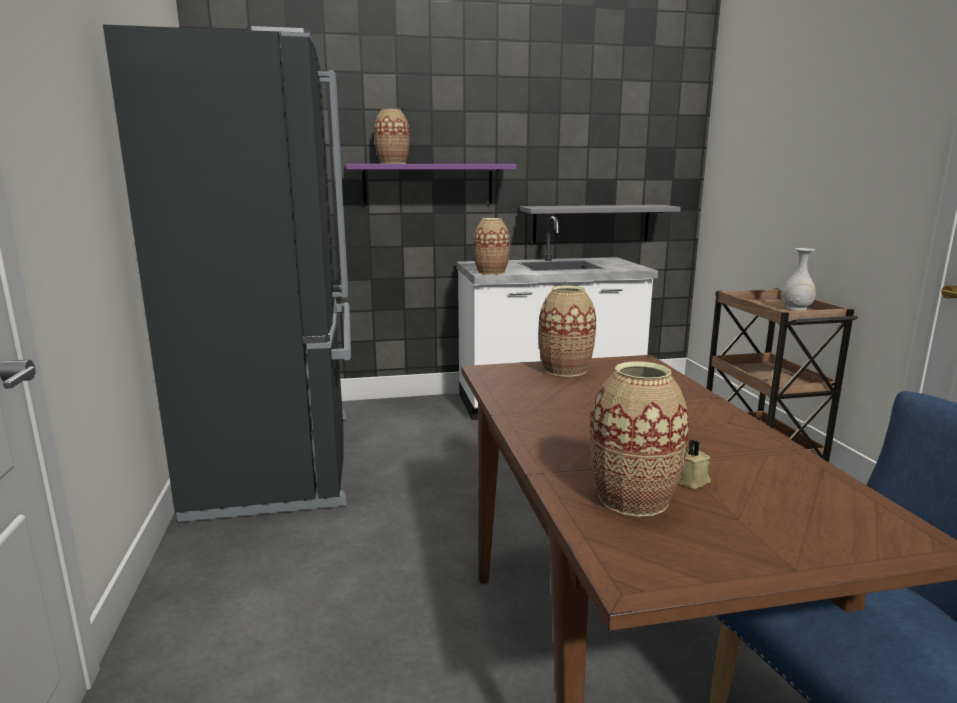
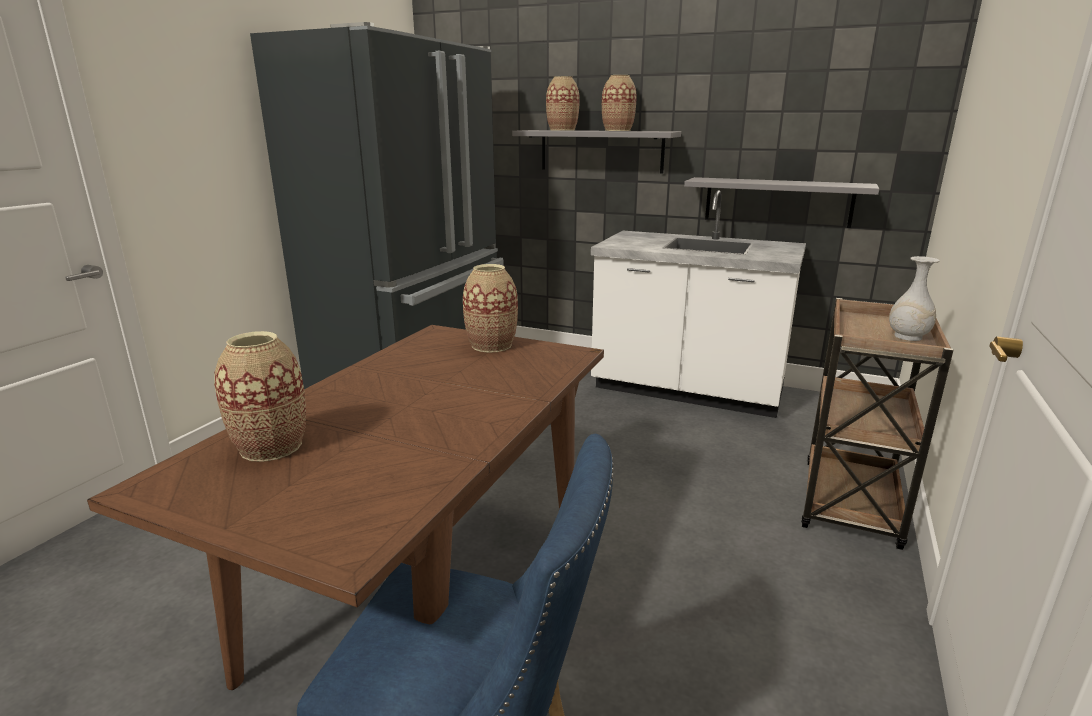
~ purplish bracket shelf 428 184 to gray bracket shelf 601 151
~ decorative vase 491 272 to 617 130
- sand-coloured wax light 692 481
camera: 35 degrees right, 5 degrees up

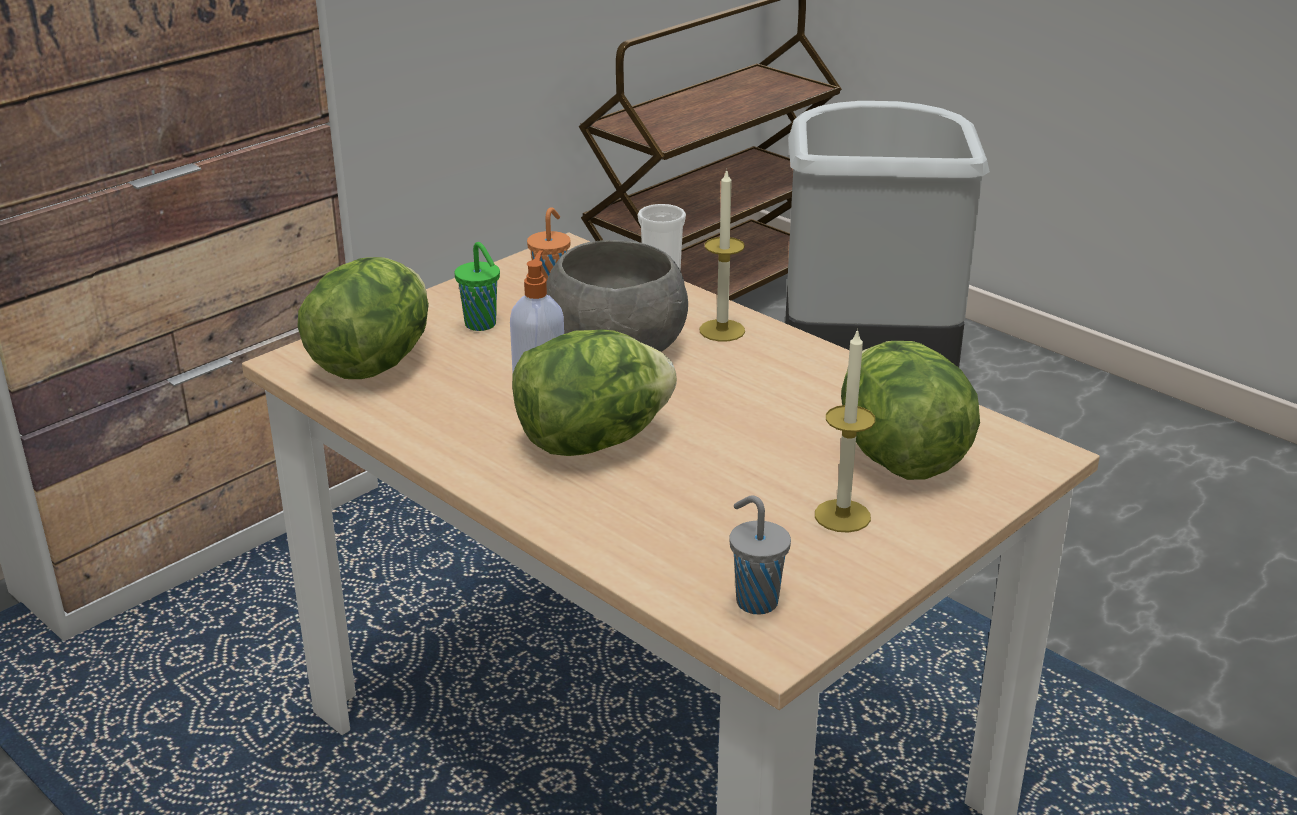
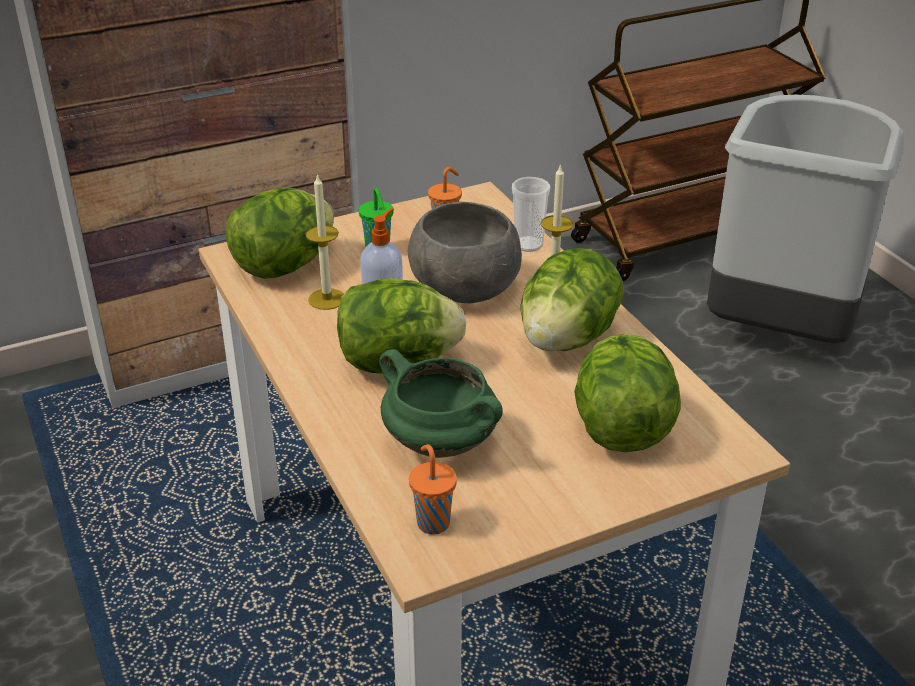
~ wax light 842 516 to 327 299
+ green-coloured cooking pot 443 443
~ gray drinking cup 754 601 to orange drinking cup 432 522
+ lettuce 567 339
camera: 20 degrees right, 5 degrees up

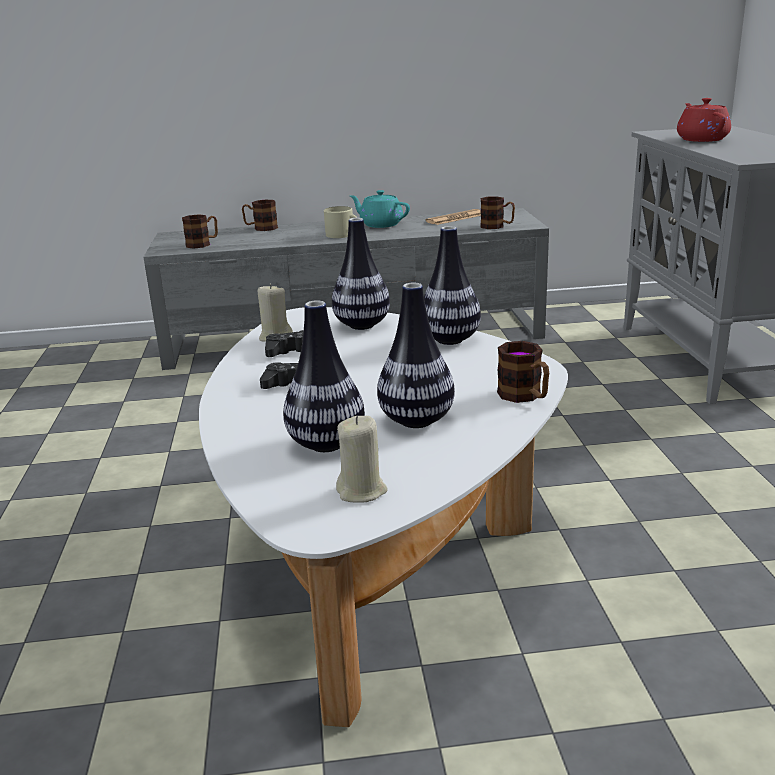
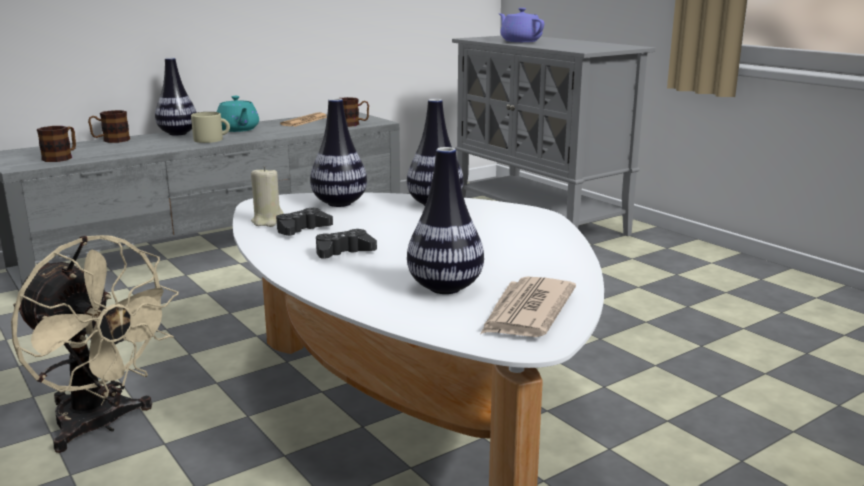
+ sand-coloured fan 101 425
~ decorative vase 416 421 to 178 133
~ turquoise-coloured teapot 380 224 = 238 129 120 degrees counterclockwise
~ sand-coloured wax light 362 491 to newspaper 526 312
~ reddish teapot 701 139 to purplish teapot 520 41
- coffee mug 525 397
camera: 30 degrees left, 5 degrees down

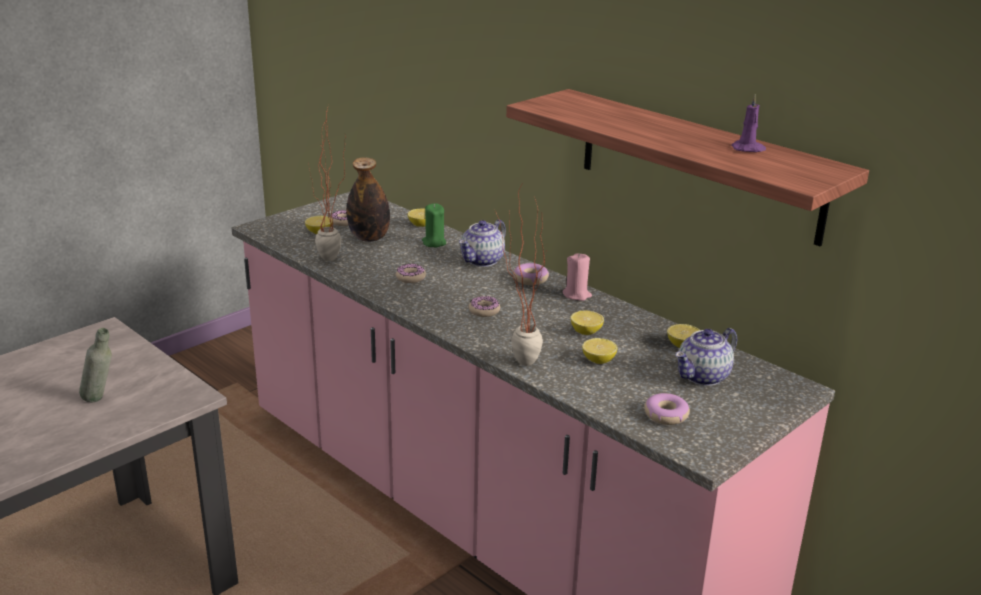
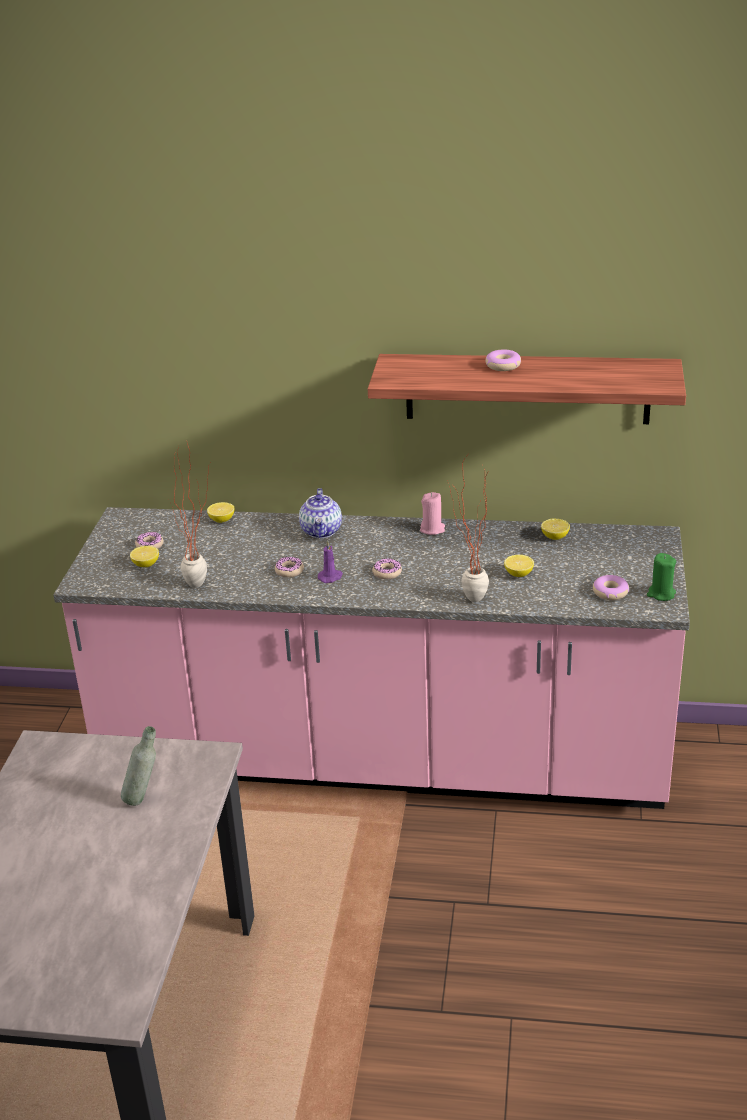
~ purplish wax light 748 149 to 331 577
~ doughnut 530 279 to 503 365
~ green-coloured wax light 434 243 to 661 594
- drink bottle 369 238
- lemon 586 332
- teapot 703 377
camera: 35 degrees left, 5 degrees up

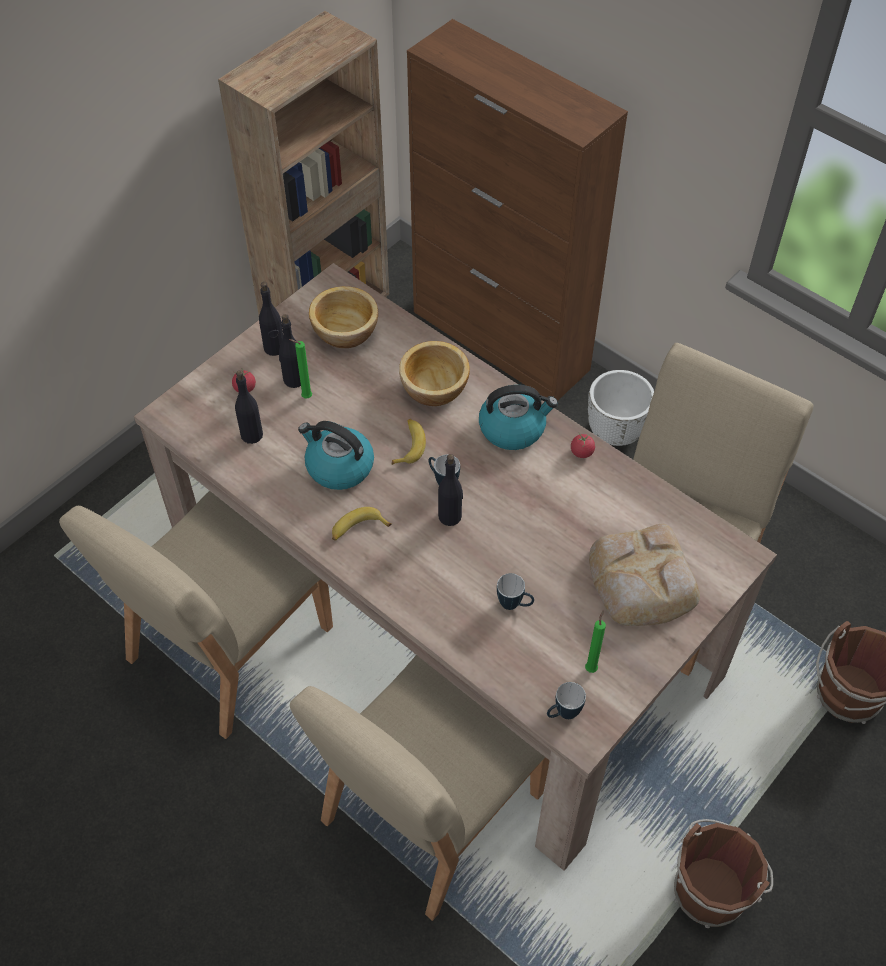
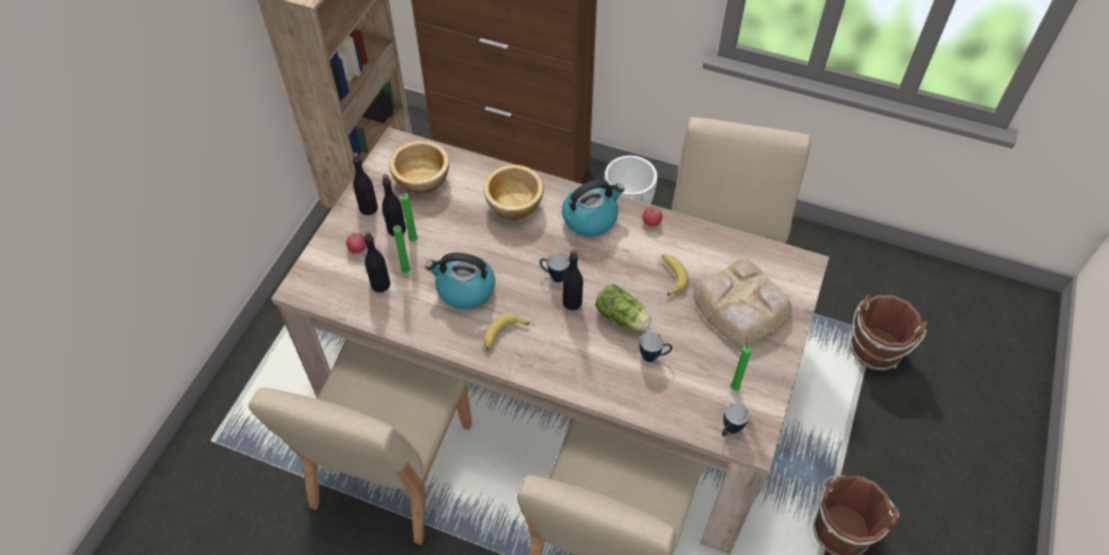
+ green-coloured wax light 407 273
+ lettuce 623 318
~ whole banana 409 445 to 671 276
camera: 20 degrees left, 0 degrees up

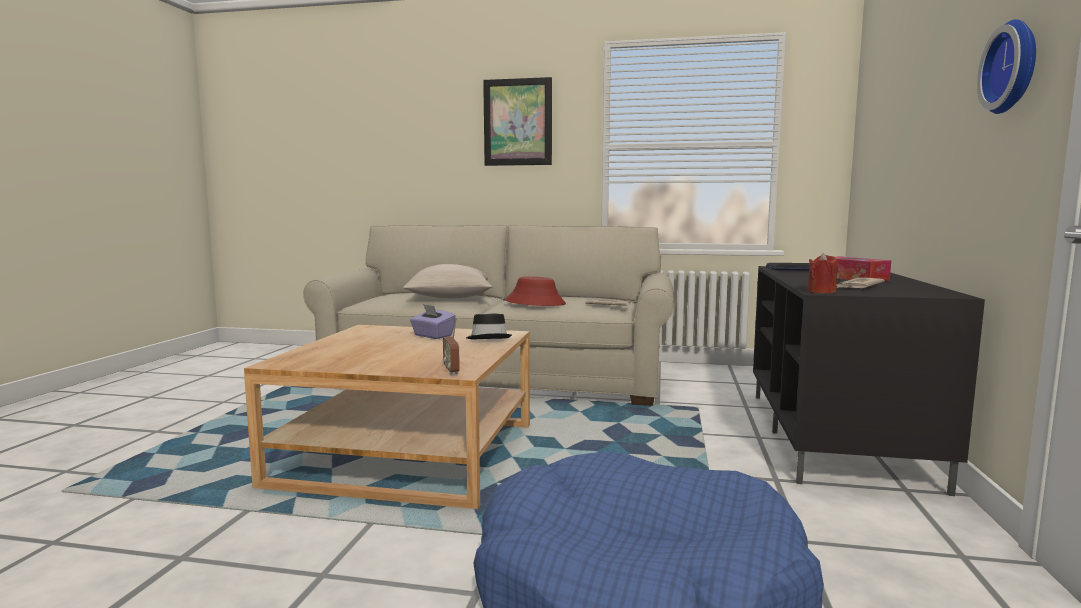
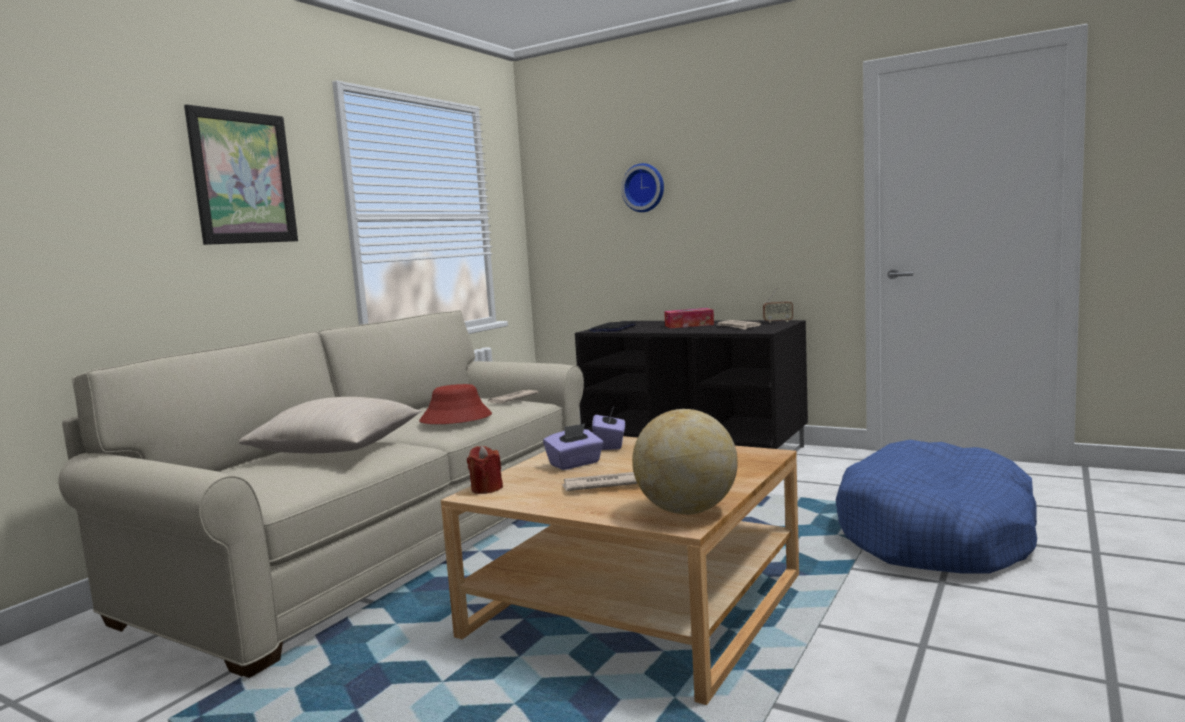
~ reddish wax light 821 292 to 486 489
+ newspaper 600 485
~ blackish clothing hat 488 338 to purplish tissue holder 610 445
~ hanging clock 1015 67 to 644 188
+ world globe 686 511
~ radio set 451 370 to 778 322
camera: 70 degrees left, 0 degrees up

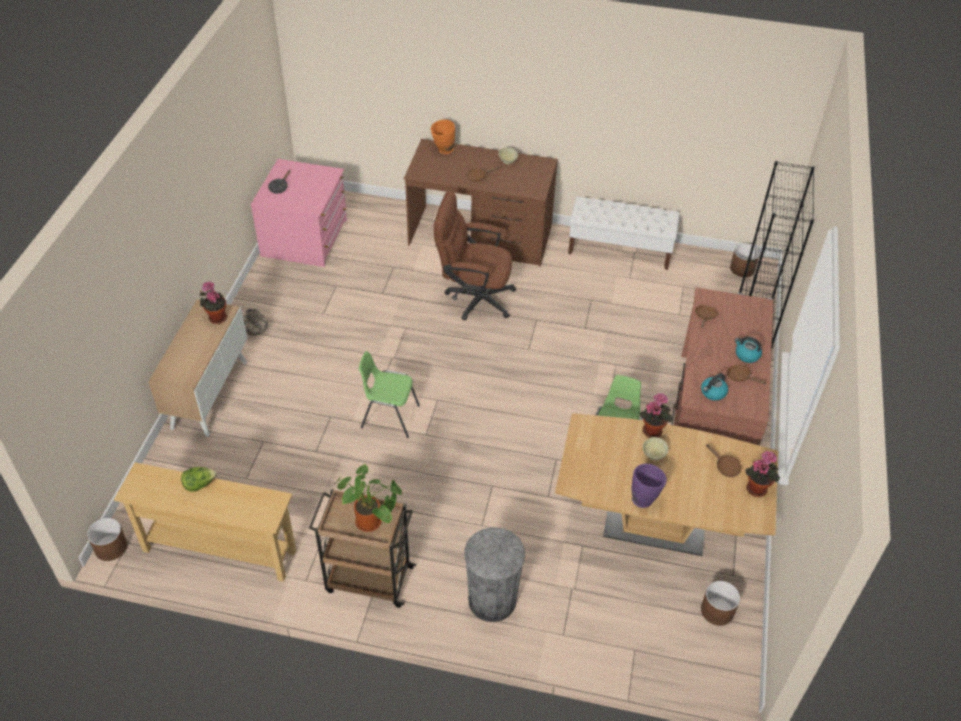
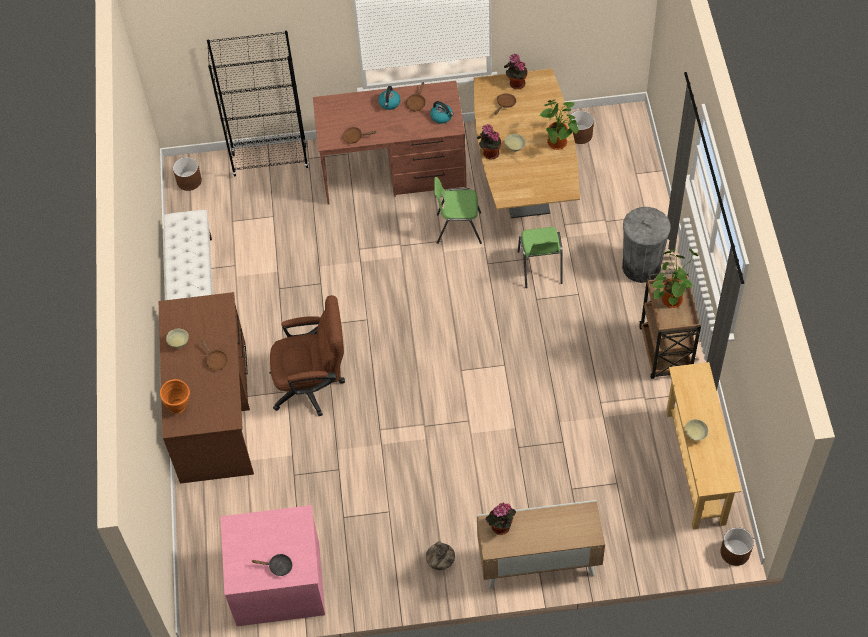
~ brown desk chair 473 297 = 313 386 90 degrees counterclockwise
~ green-coloured chair 389 417 to 540 268
~ purplish decorative vase 644 498 to houseplant 558 144
~ lettuce 199 485 to sand-coloured serving bowl 695 435
camera: 105 degrees left, 10 degrees up

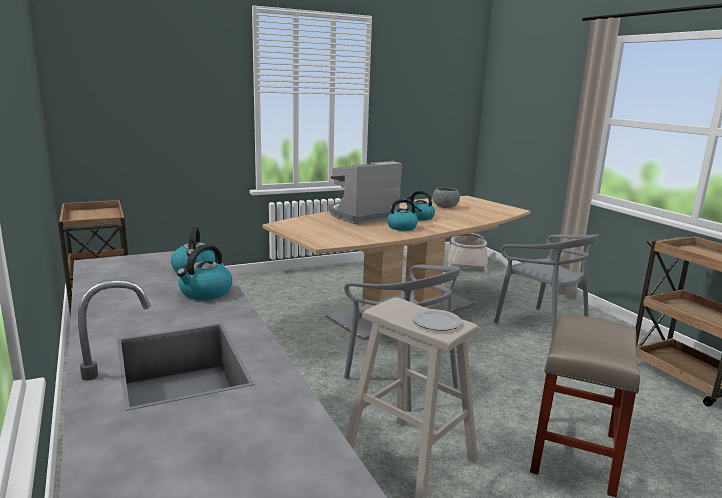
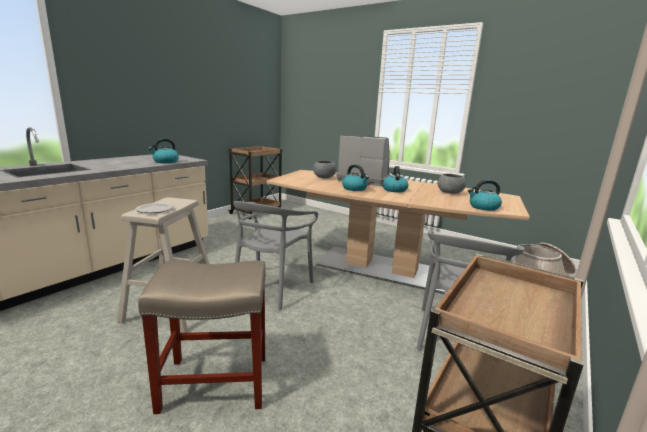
+ gray serving bowl 324 177
~ water kettle 205 293 to 483 207
camera: 60 degrees right, 0 degrees up

